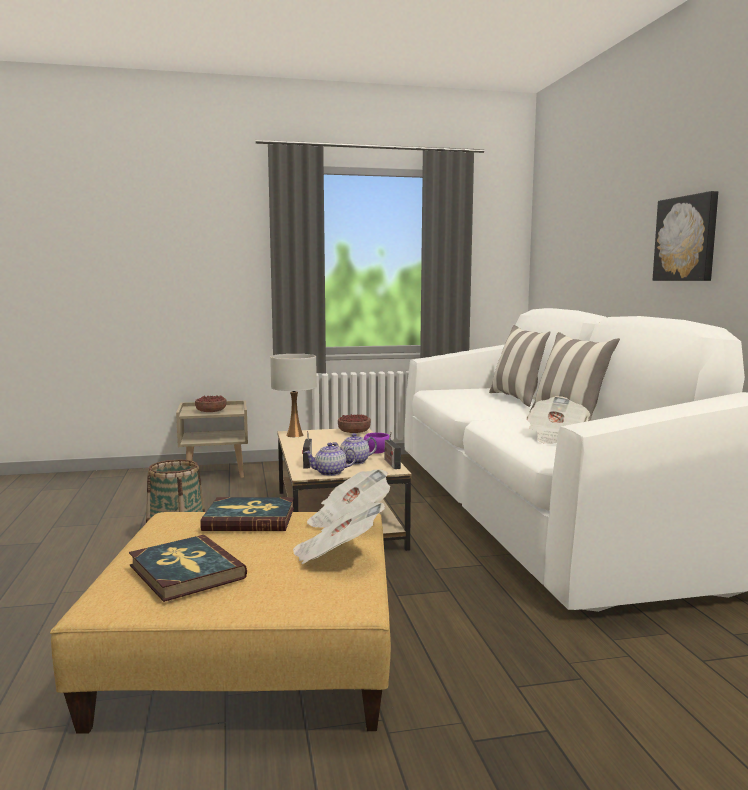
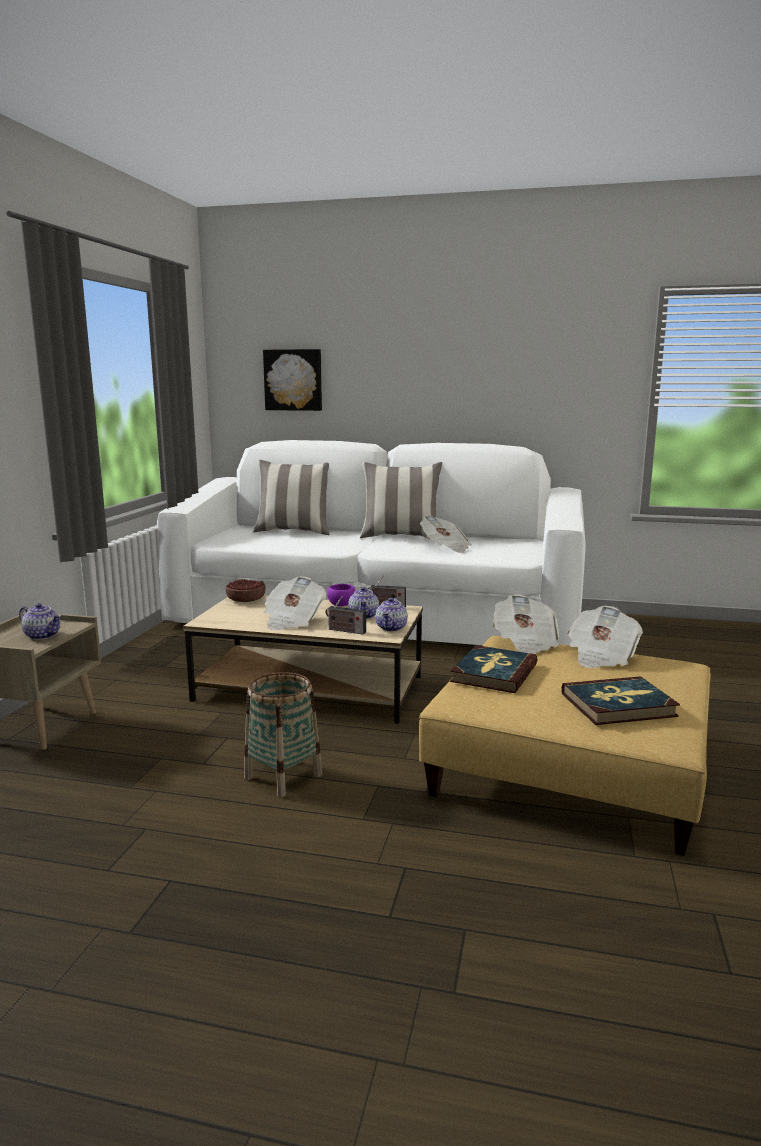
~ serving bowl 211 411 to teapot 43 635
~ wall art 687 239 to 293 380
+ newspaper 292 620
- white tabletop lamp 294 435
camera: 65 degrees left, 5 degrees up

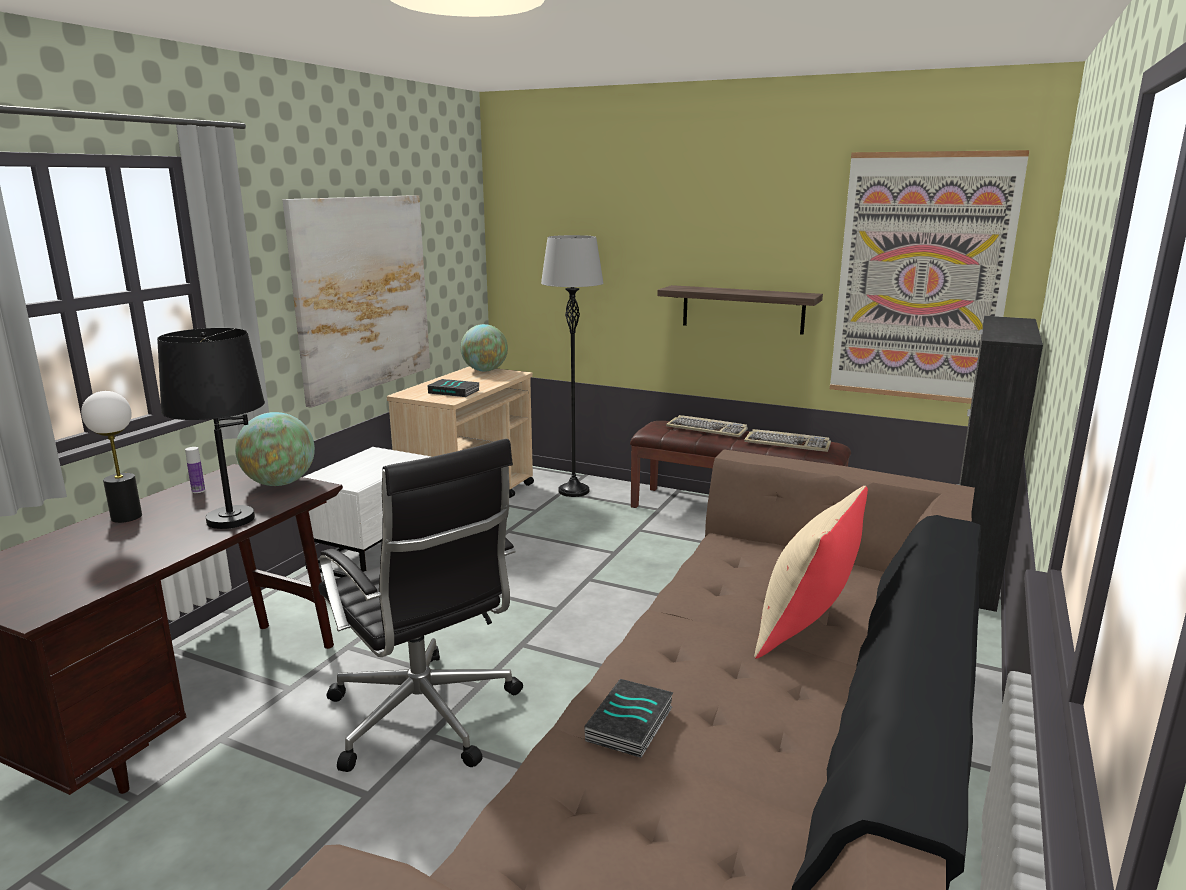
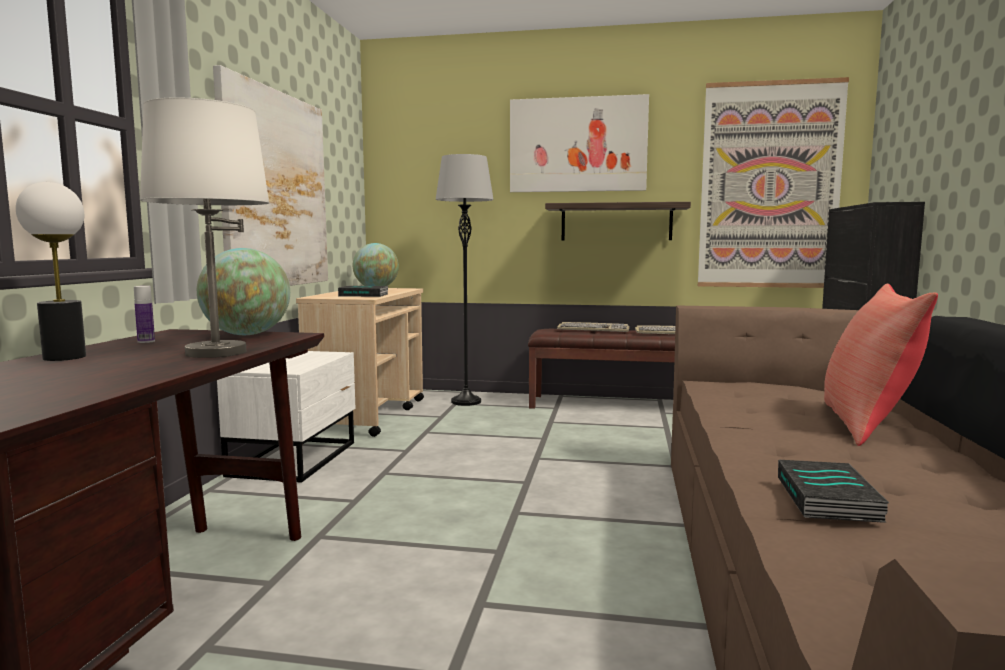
~ blackish tabletop lamp 231 520 to white tabletop lamp 216 353
+ wall art 577 145
~ sand-coloured throw pillow 806 628 to reddish throw pillow 867 424
- blackish desk chair 425 718
camera: 15 degrees left, 10 degrees down

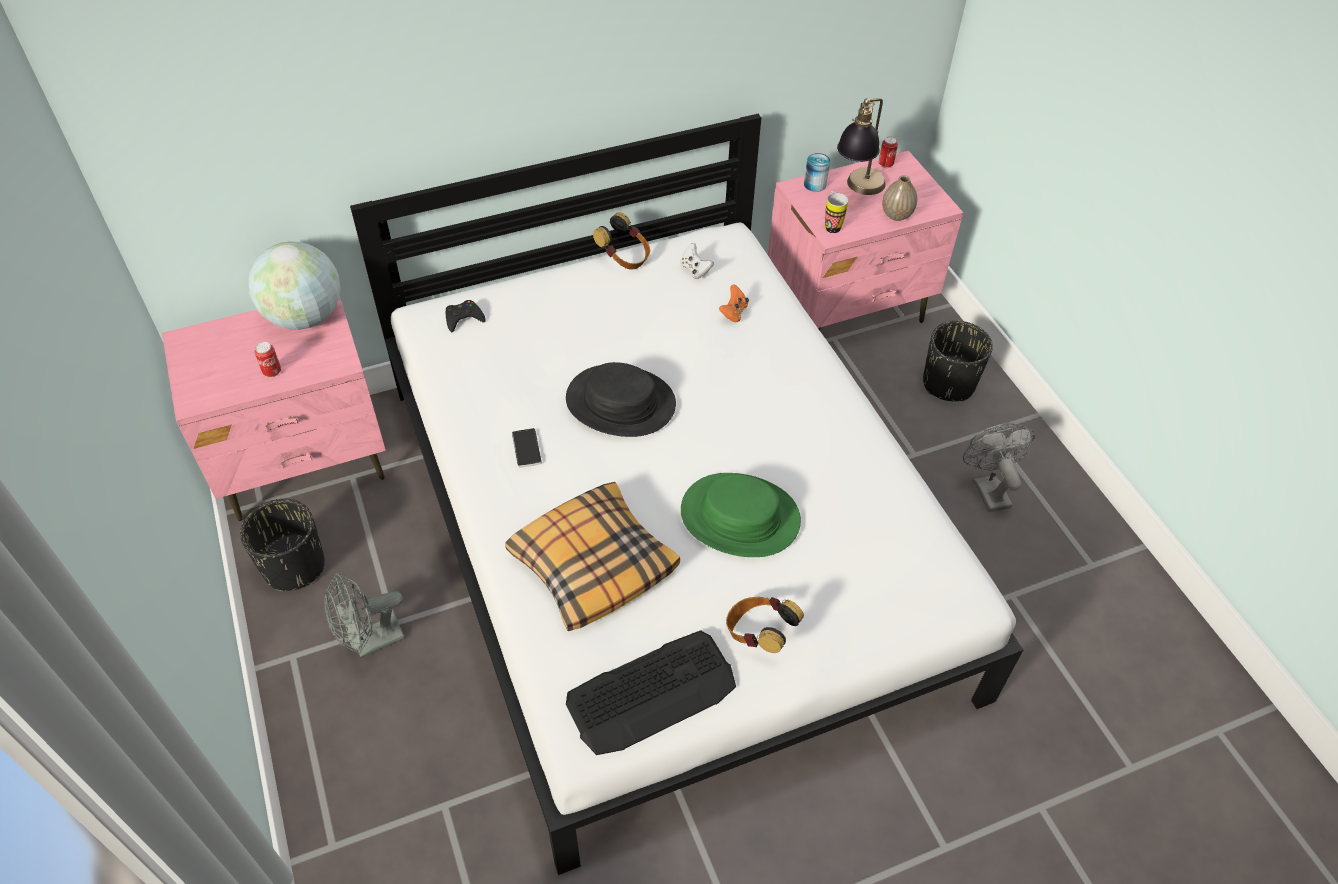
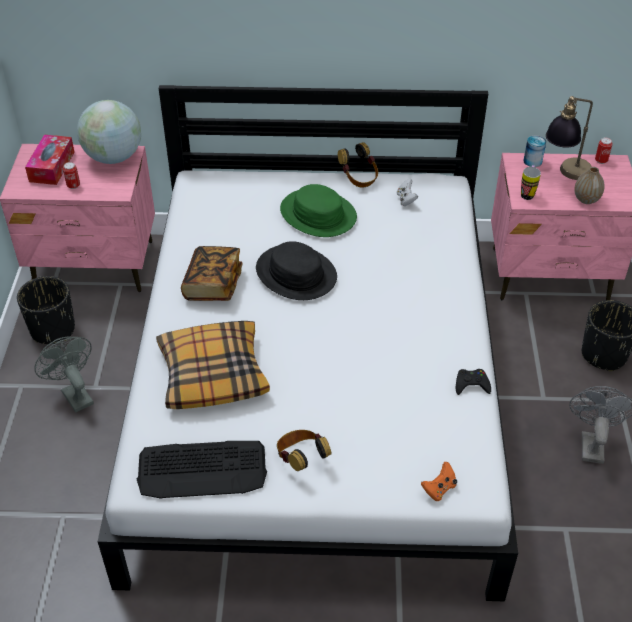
+ tissue holder 52 166
~ gray fan 371 642 = 74 394 60 degrees clockwise
~ telephone 526 449 to bound book 213 285
~ green-coloured clothing hat 740 517 to 318 214
~ orange gamepad 733 312 to 439 489
~ blackish gamepad 463 319 to 471 384
camera: 25 degrees right, 5 degrees down

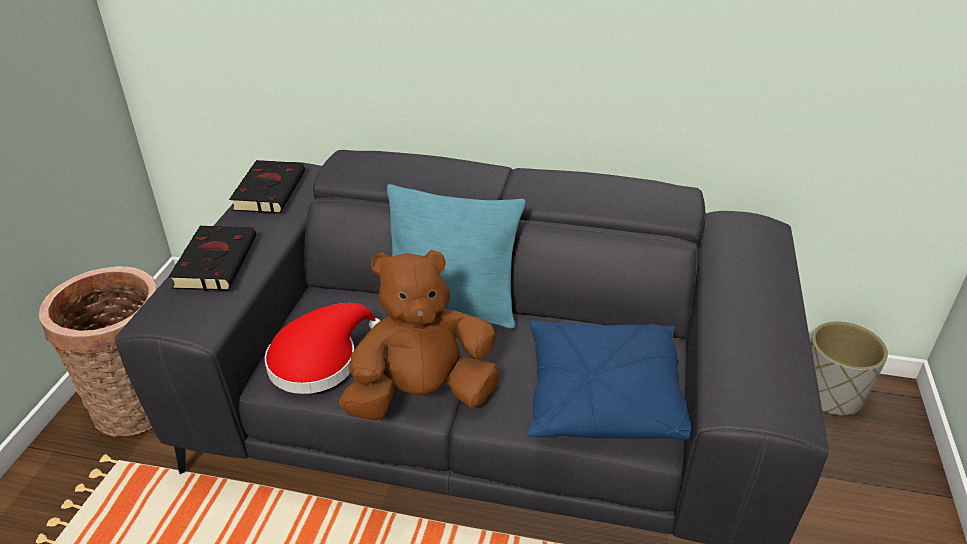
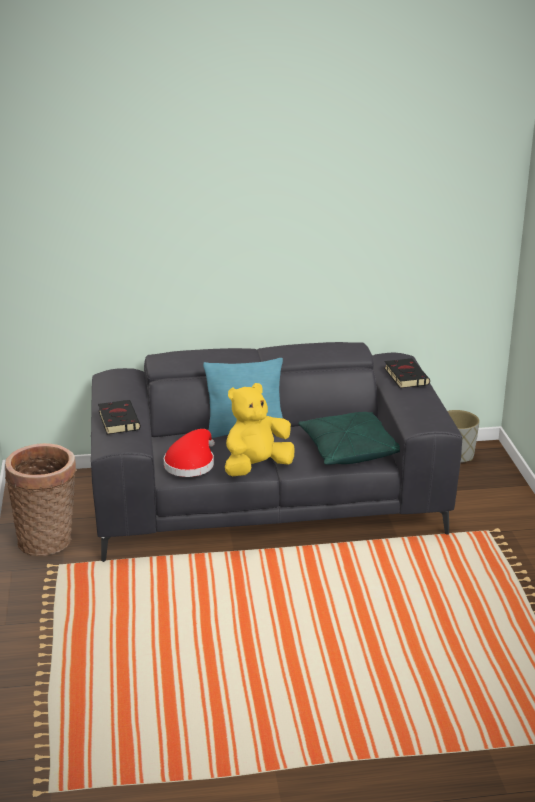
~ brown plush toy 423 395 to yellow plush toy 256 467
~ blue throw pillow 603 397 to green-coloured throw pillow 348 451
~ blackish bound book 270 190 to 405 376
camera: 20 degrees left, 10 degrees down

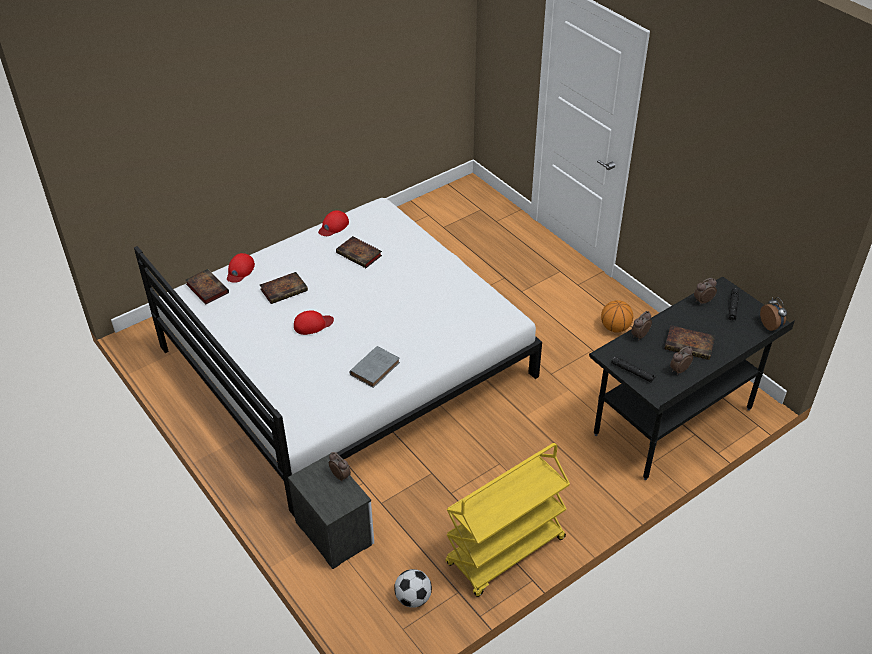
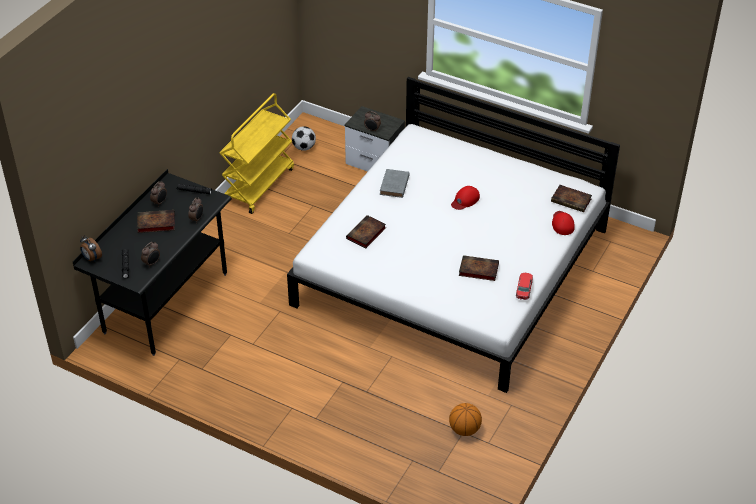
~ bound book 284 289 to 366 234
~ ball for basketball 615 328 to 464 429
~ reddish baseball cap 333 226 to toy car 524 289
camera: 155 degrees right, 0 degrees up

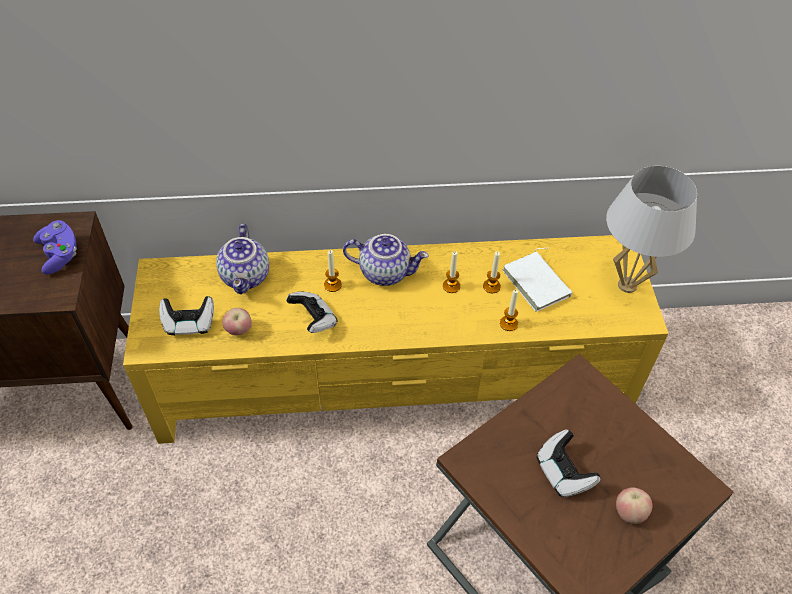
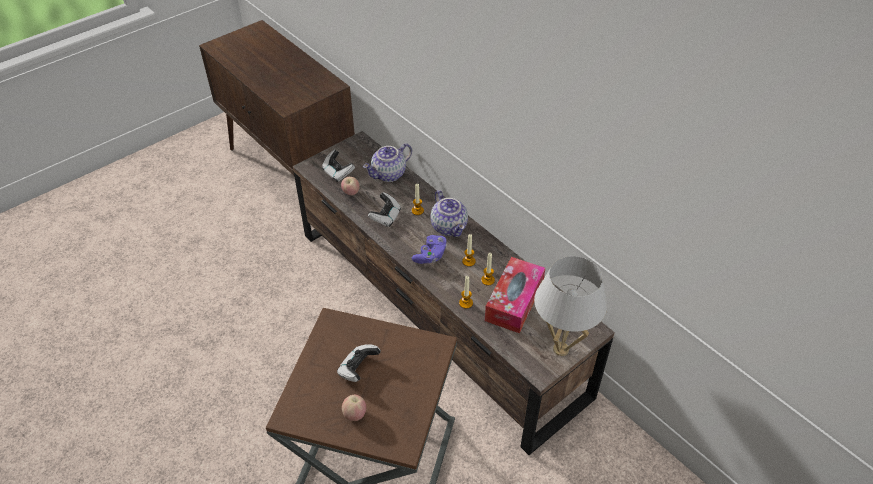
~ yellow tv unit 396 378 to brown tv unit 438 311
~ purplish gamepad 60 254 to 430 255
~ white bound book 538 283 to tissue holder 514 301
camera: 55 degrees right, 5 degrees down

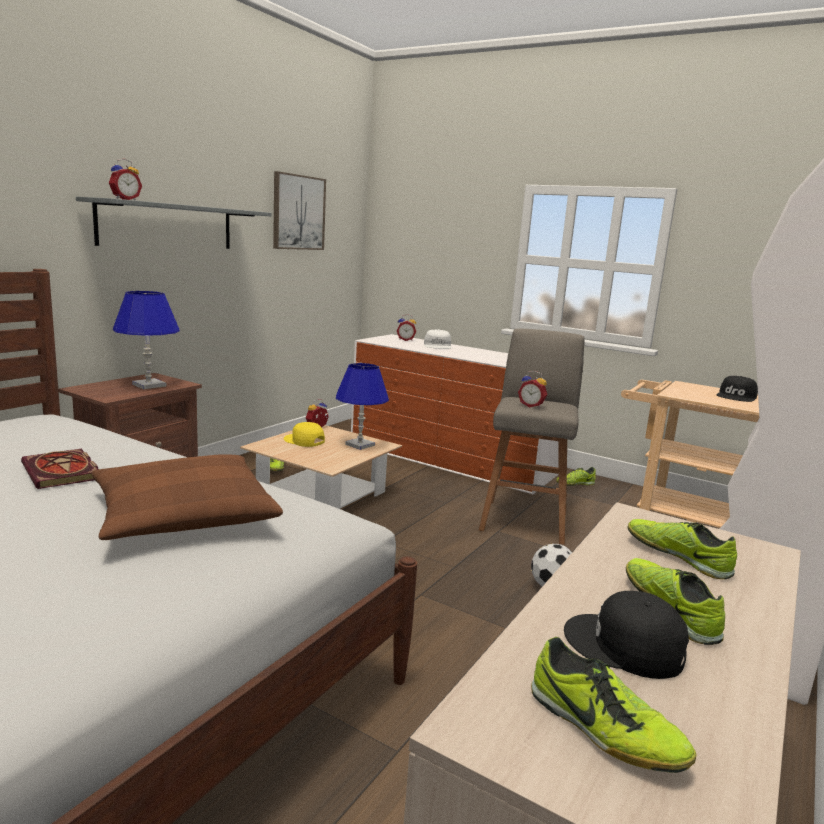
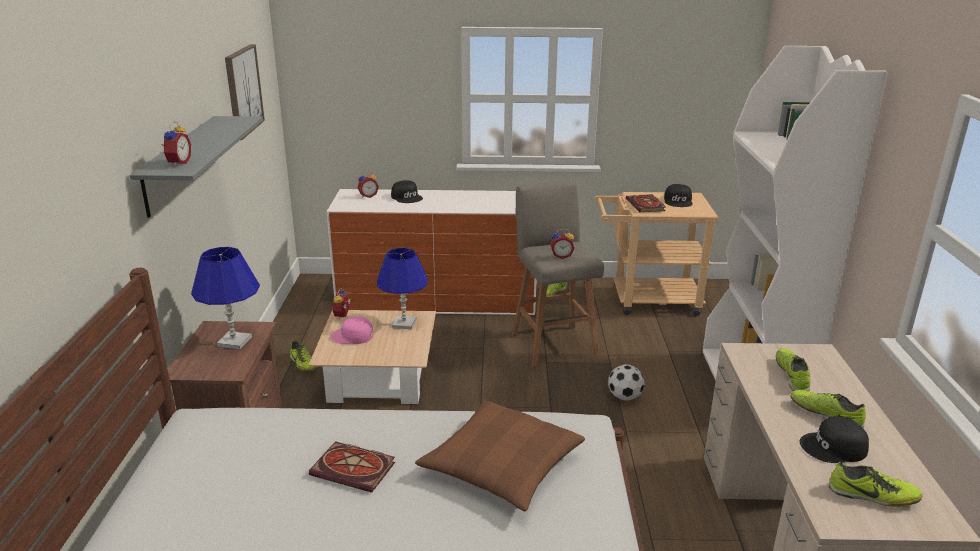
~ yellow baseball cap 303 440 to pinkish baseball cap 352 336
~ white baseball cap 438 346 to blackish baseball cap 407 197
+ bound book 646 205
~ item of footwear 677 556 = 792 375 75 degrees clockwise
camera: 30 degrees left, 10 degrees up

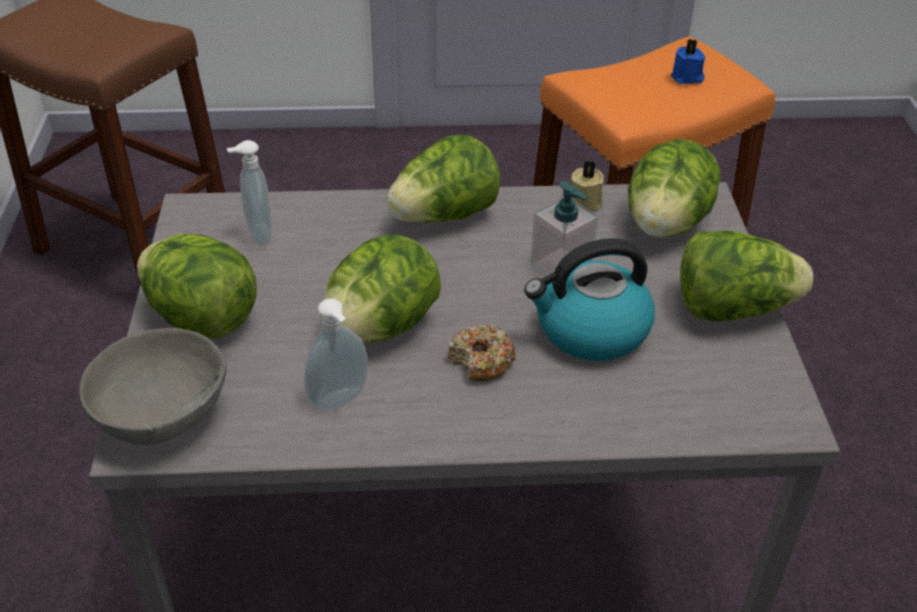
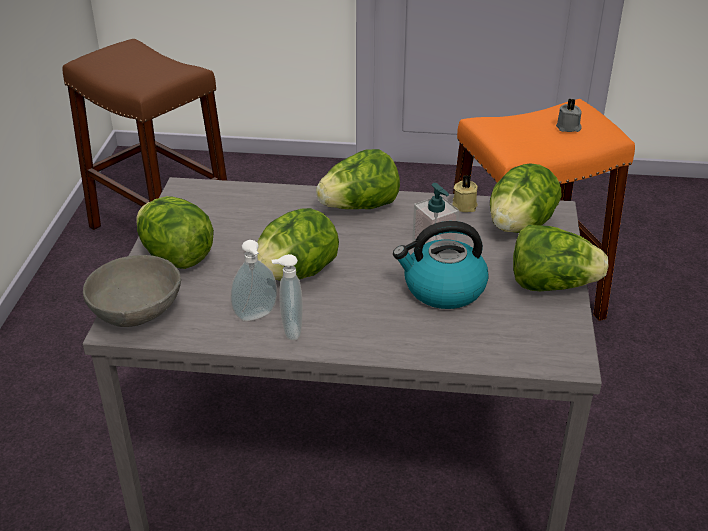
~ liquid soap bottle 257 236 to 289 330
~ blue wax light 687 78 to gray wax light 568 128
- doughnut 481 361
camera: 10 degrees right, 5 degrees down

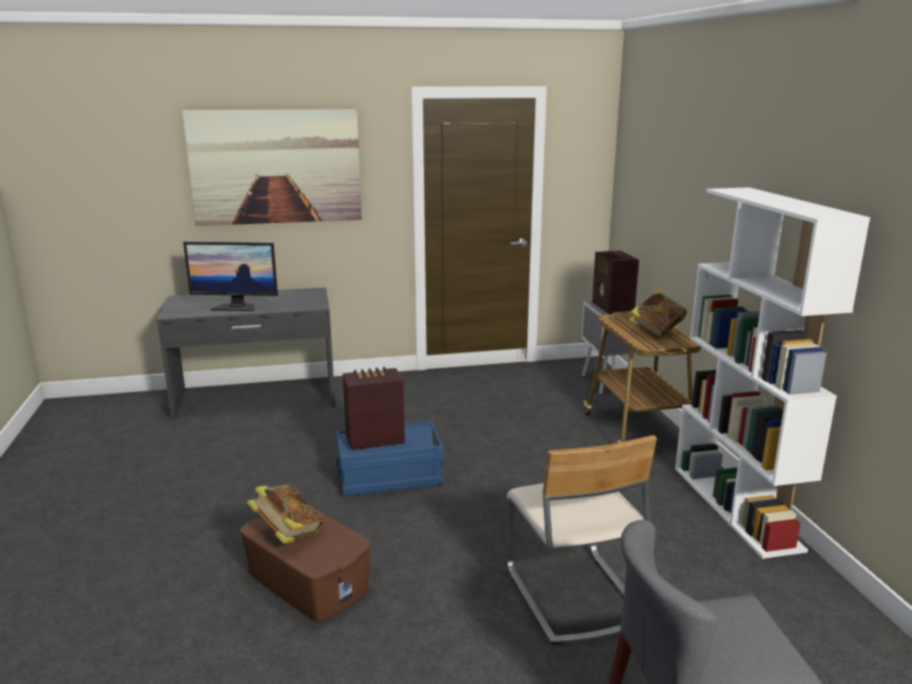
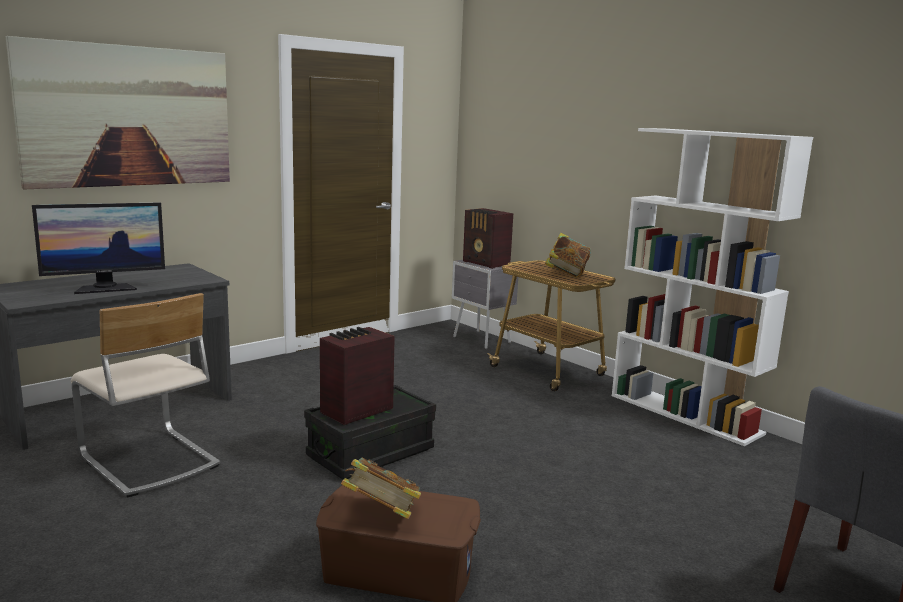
~ sand-coloured chair 572 595 to 148 462
~ blue storage box 389 477 to blackish storage box 370 453
camera: 30 degrees left, 5 degrees down

